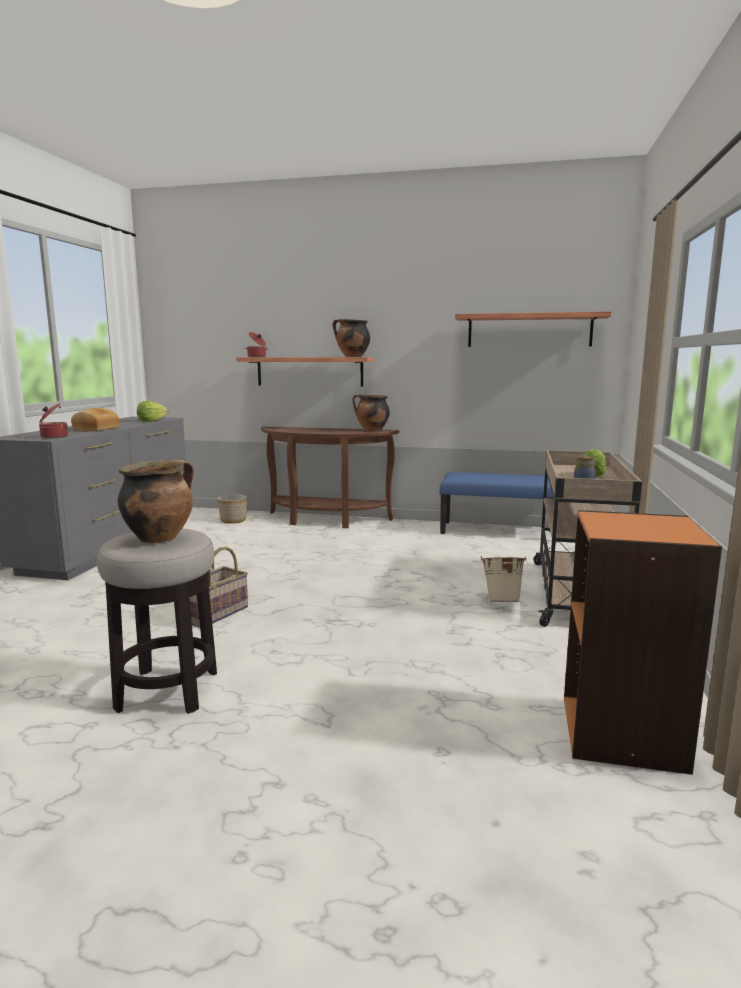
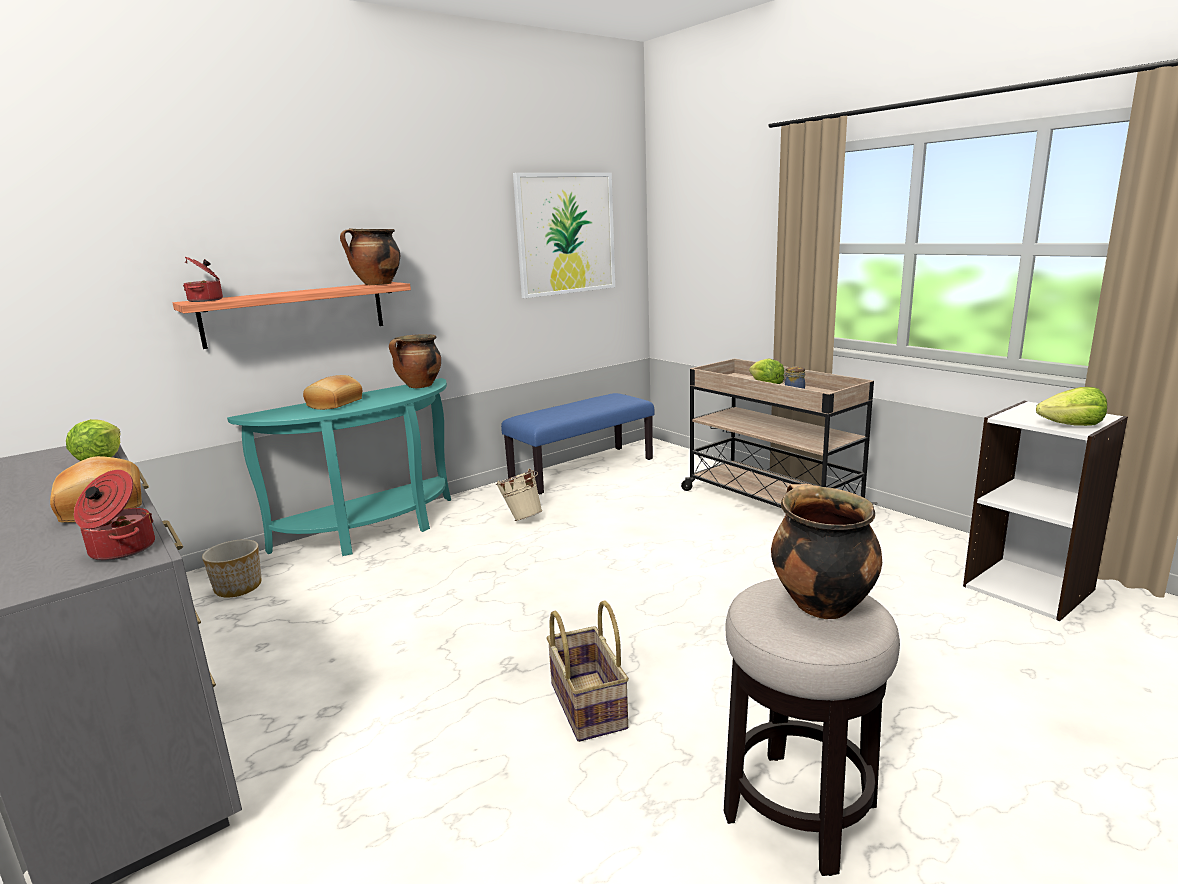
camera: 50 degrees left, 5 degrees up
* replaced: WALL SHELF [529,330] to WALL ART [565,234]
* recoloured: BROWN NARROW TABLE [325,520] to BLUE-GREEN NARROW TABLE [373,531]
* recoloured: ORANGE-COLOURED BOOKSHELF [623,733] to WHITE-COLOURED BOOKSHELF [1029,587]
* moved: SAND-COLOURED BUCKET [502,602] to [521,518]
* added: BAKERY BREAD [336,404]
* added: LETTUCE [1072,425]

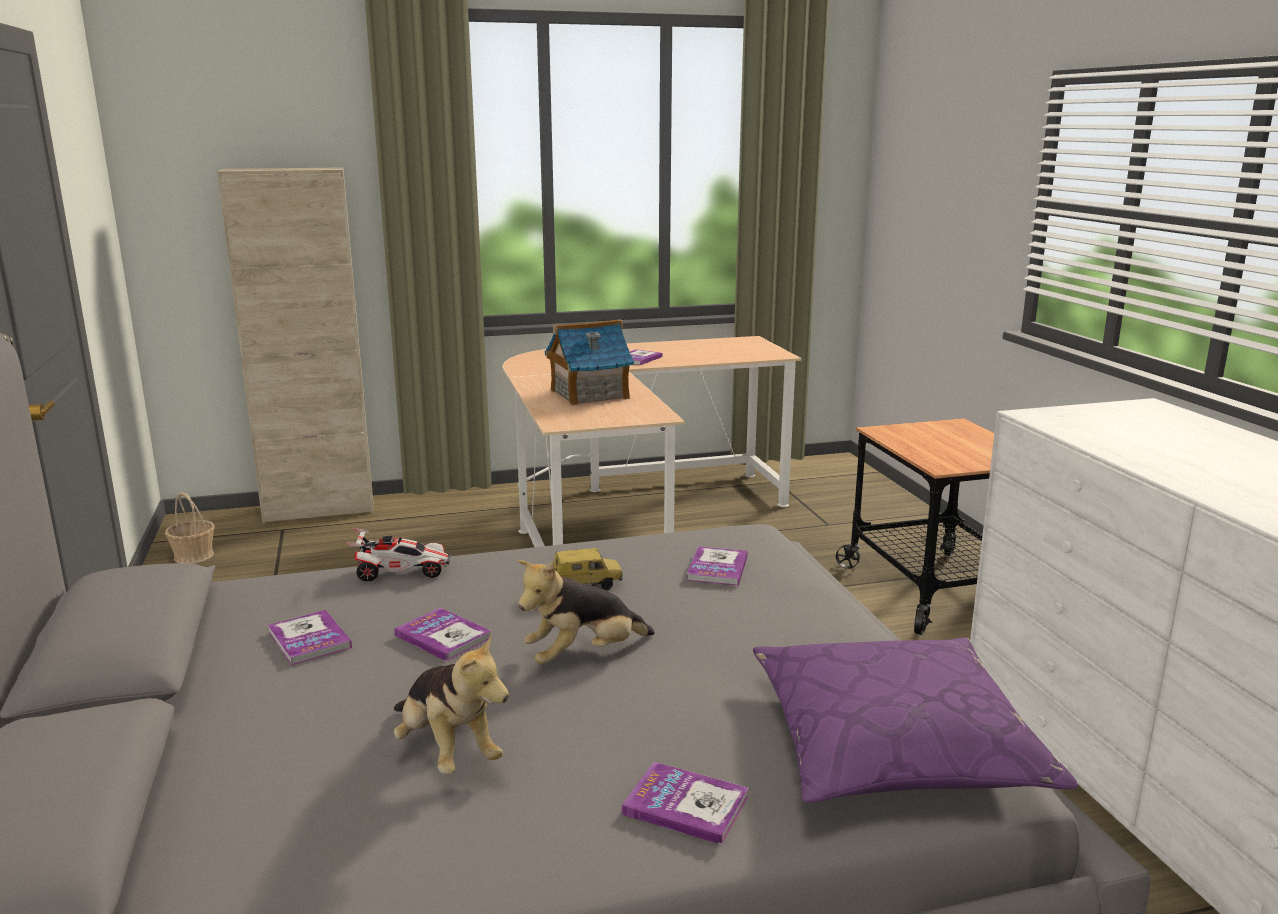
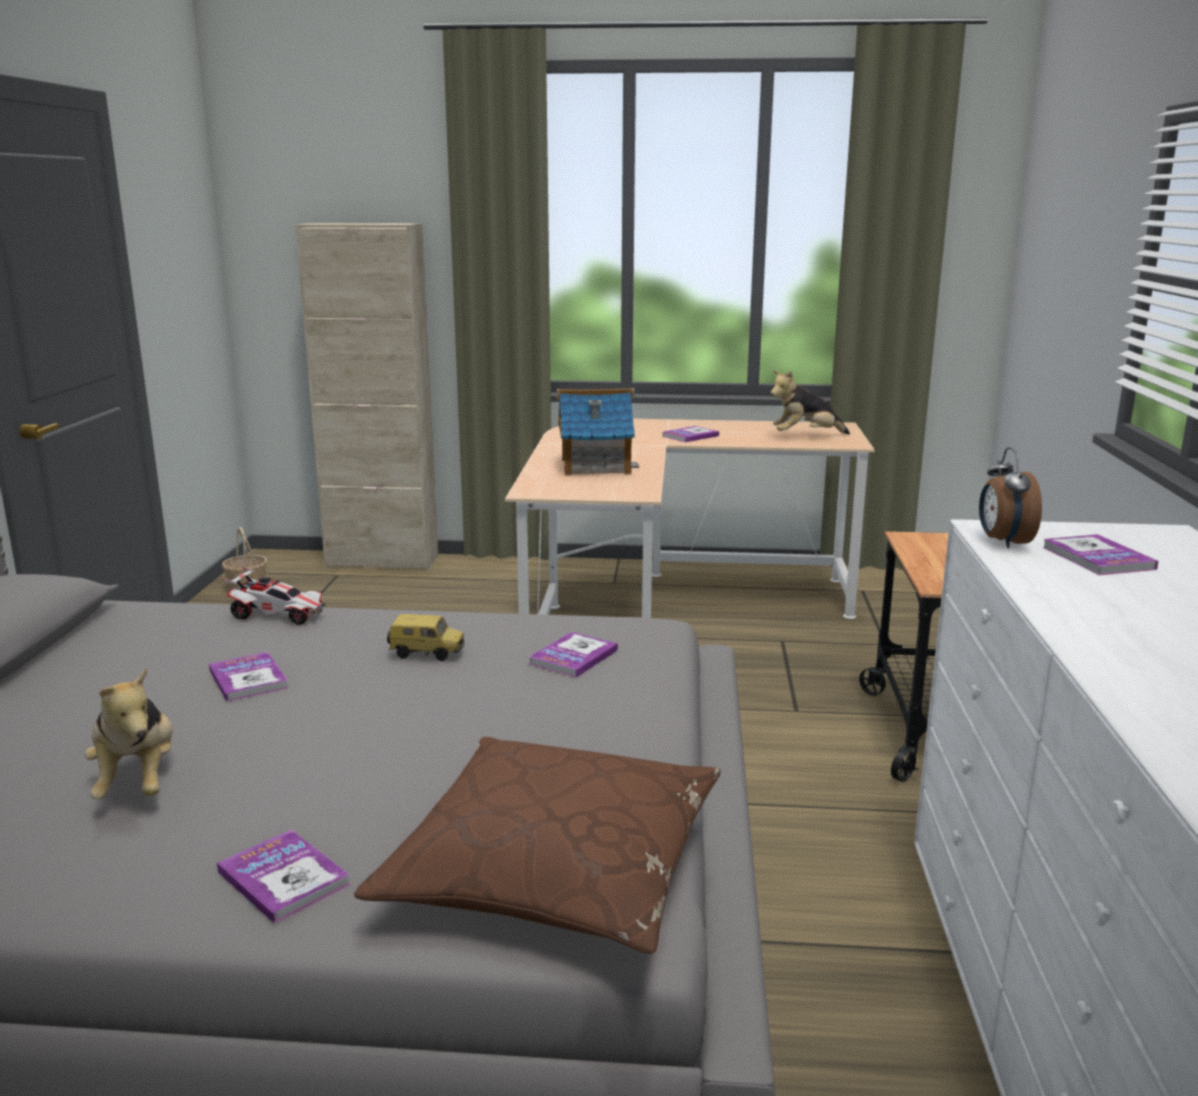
camera: 20 degrees right, 0 degrees up
* moved: PLUSH TOY [584,656] to [805,436]
* moved: BOUND BOOK [309,640] to [1097,558]
* recoloured: PURPLE THROW PILLOW [893,744] to BROWN THROW PILLOW [554,866]
* added: TABLE CLOCK [1002,542]

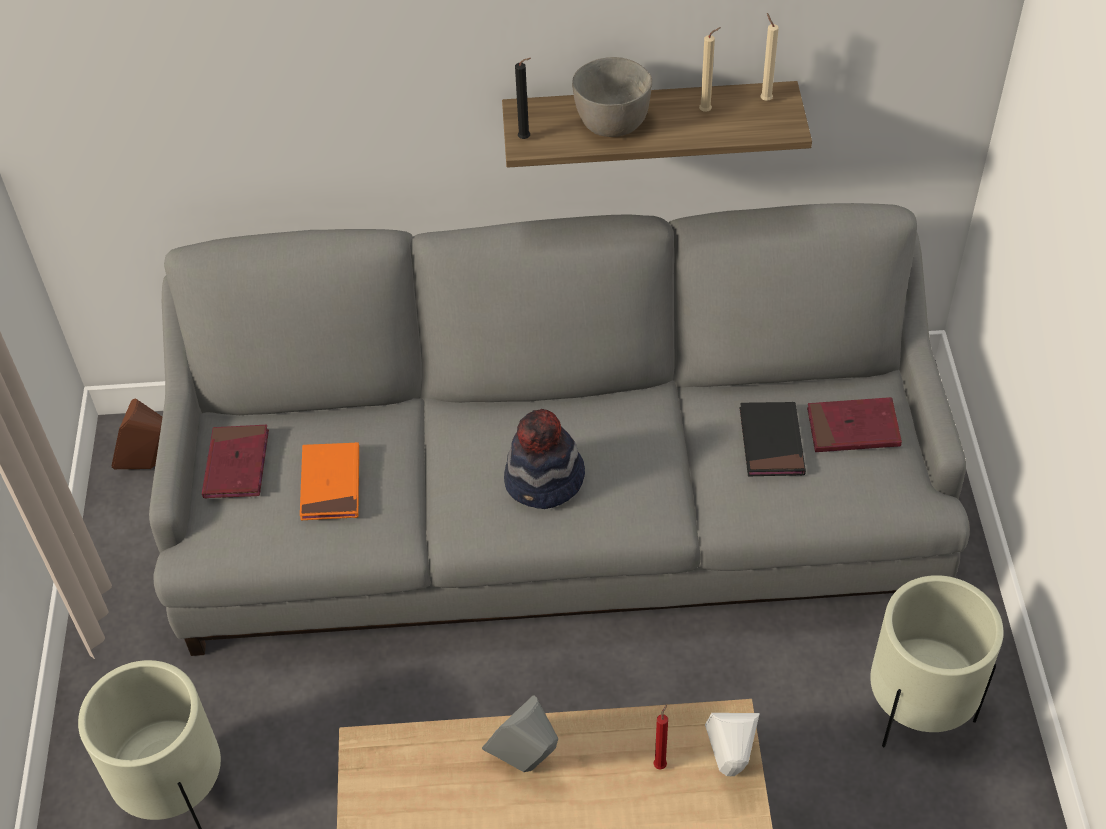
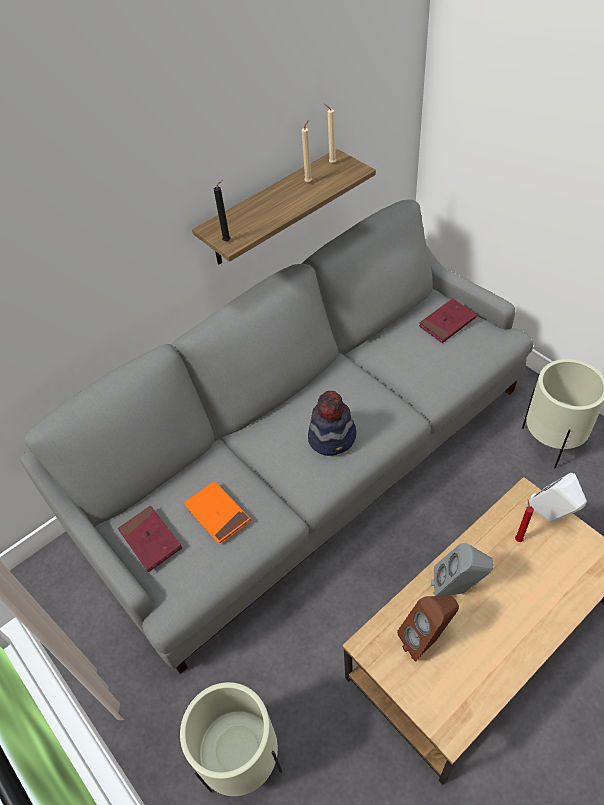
camera: 35 degrees left, 0 degrees up
* removed: GREY SERVING BOWL [611,122]
* moved: BROWN AUDIO SPEAKER [149,465] to [426,639]
* removed: BLACKISH BOUND BOOK [771,442]

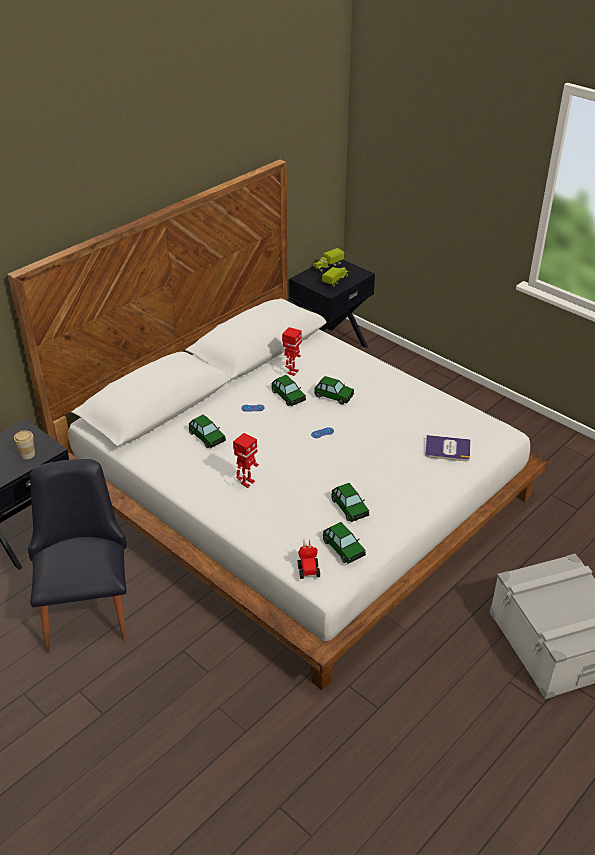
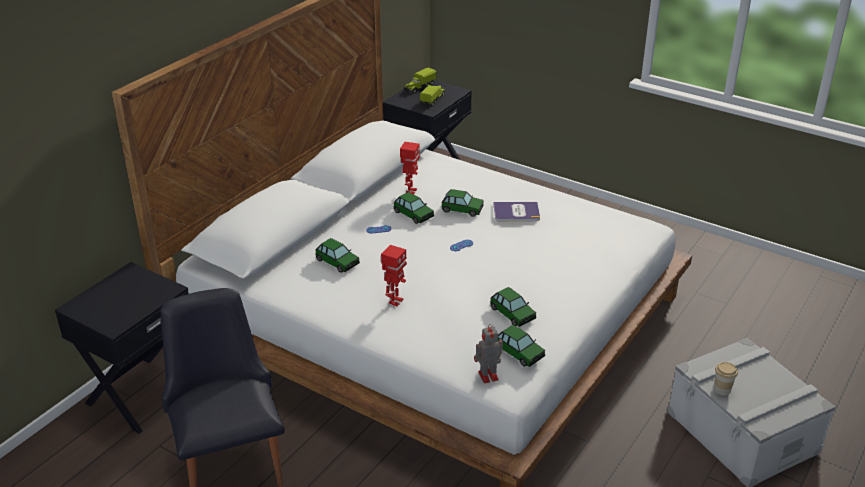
camera: 10 degrees left, 5 degrees down
* moved: DRINKING CUP [27,454] to [722,389]
* moved: BOUND BOOK [447,449] to [516,212]
* replaced: TOY CAR [308,568] to TOY ROBOT [487,376]

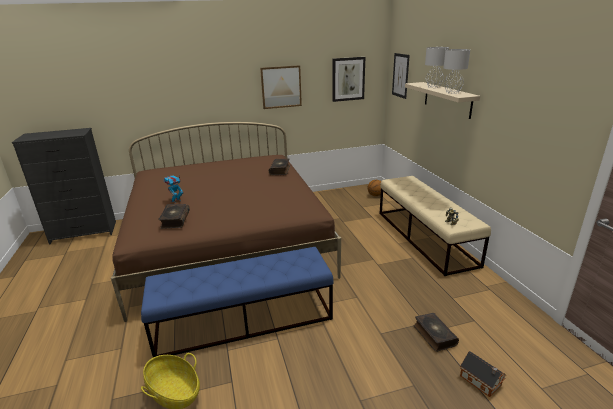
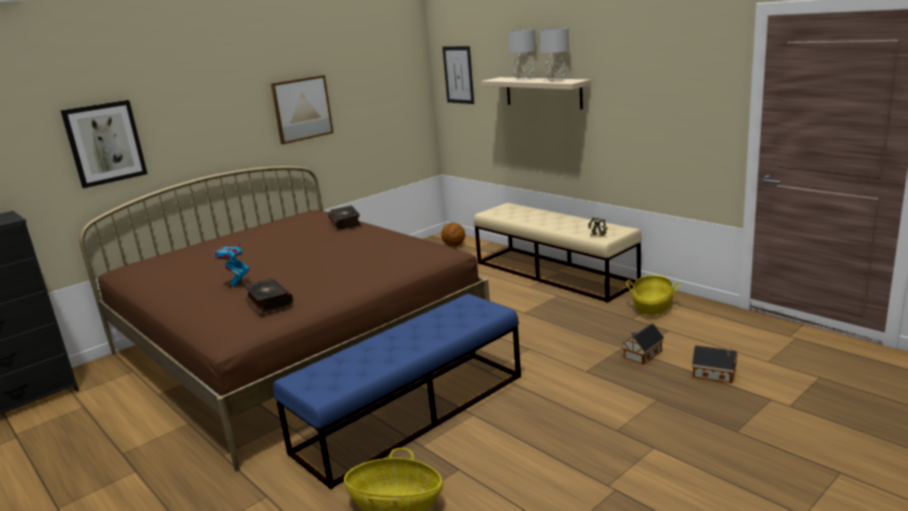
camera: 25 degrees left, 5 degrees down
* moved: WALL ART [348,79] to [105,143]
* replaced: BOUND BOOK [434,335] to TOY HOUSE [641,355]
* added: HOUSEHOLD BASKET [652,306]

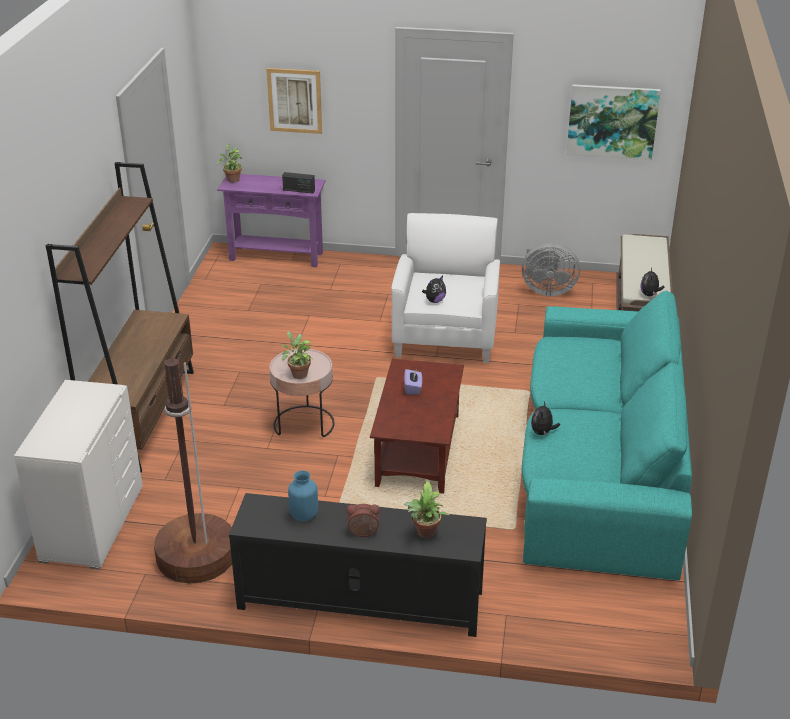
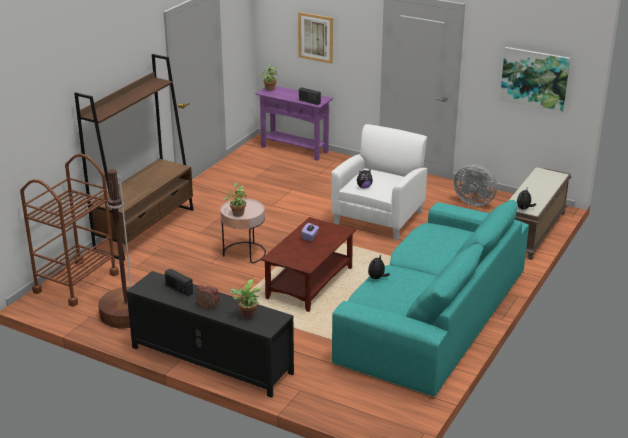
camera: 20 degrees right, 5 degrees down
* replaced: WHITE-COLOURED DRAWER CHEST [91,523] to BROWN TROLLEY [76,282]
* replaced: BLUE-COLOURED FLOWER VASE [304,514] to RADIO [179,289]

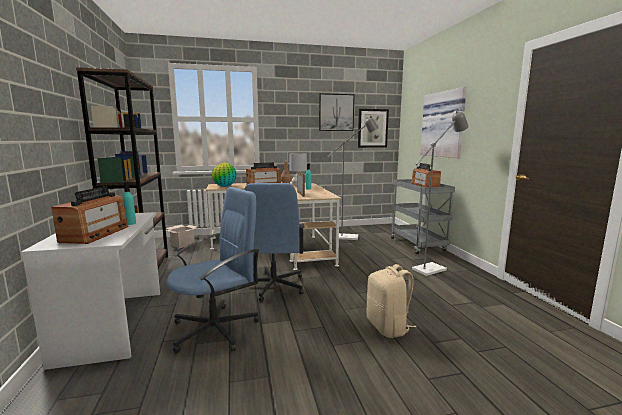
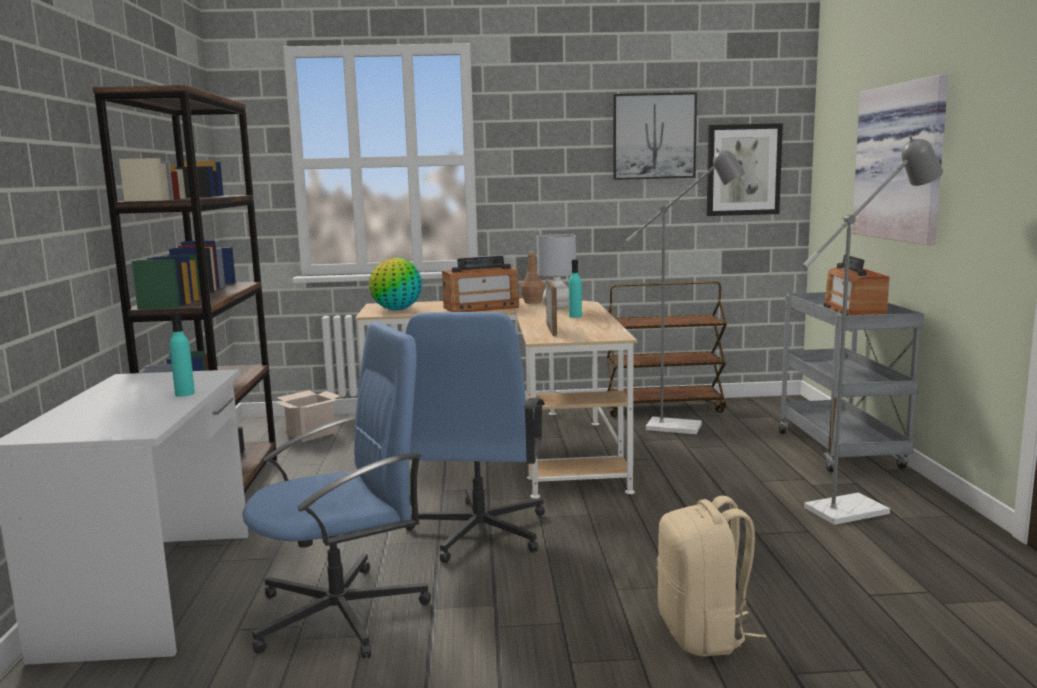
camera: 10 degrees right, 0 degrees up
* removed: RADIO [95,234]
* added: BROWN TROLLEY [664,408]

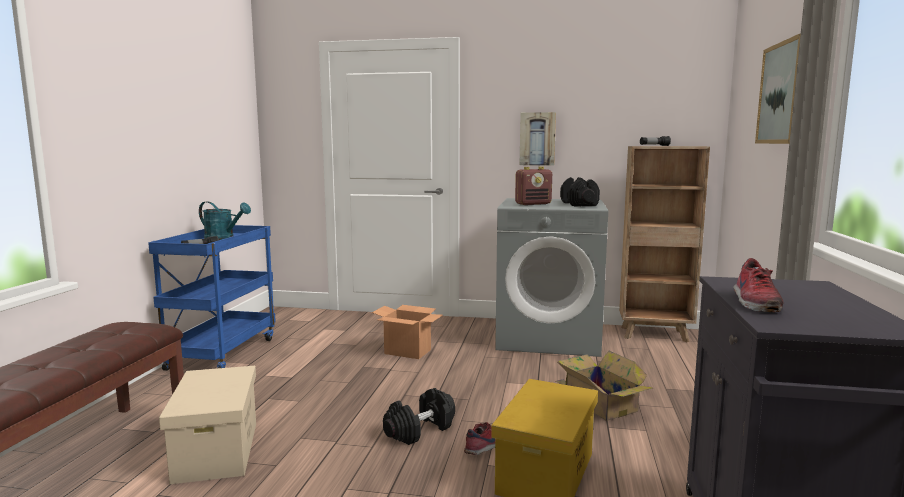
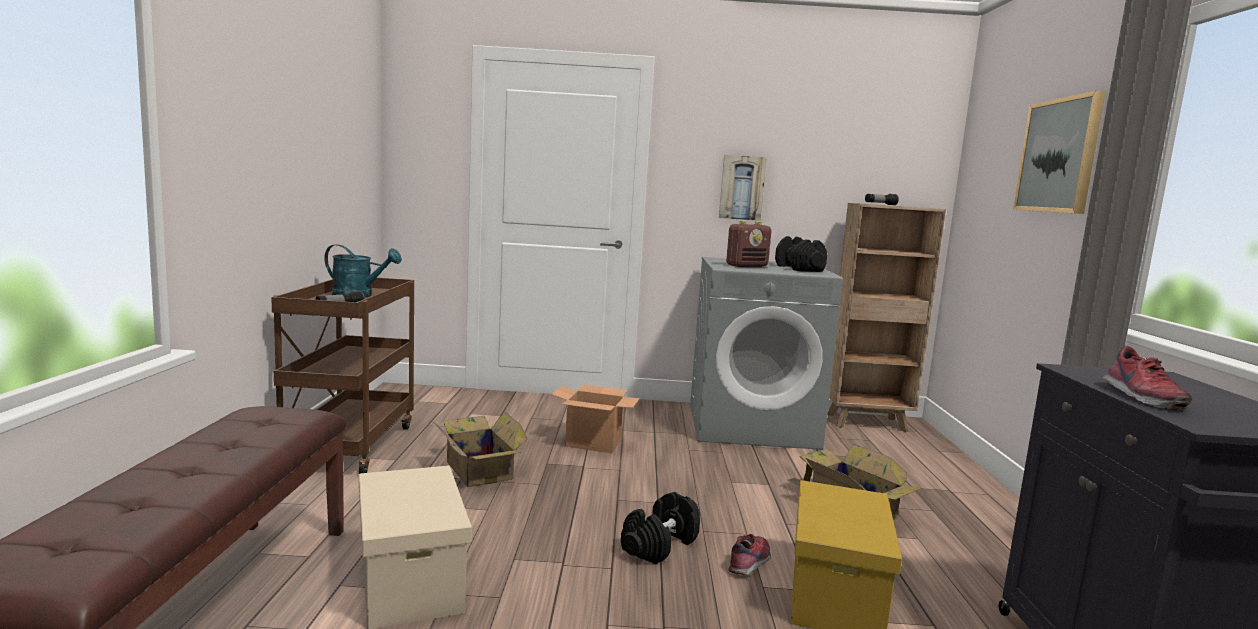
camera: 10 degrees left, 0 degrees up
* recoloured: BLUE-COLOURED TROLLEY [222,352] to BROWN TROLLEY [350,445]
* added: PACKING BOX [478,469]

